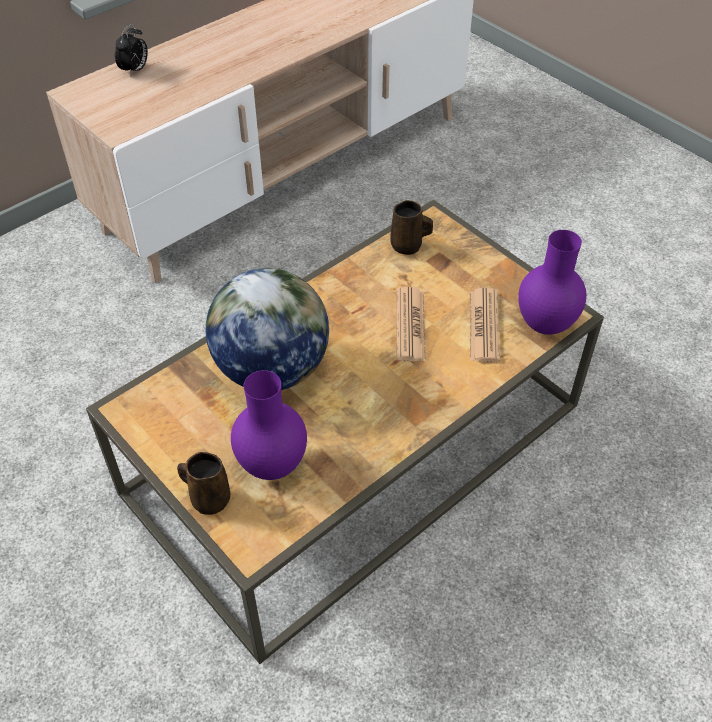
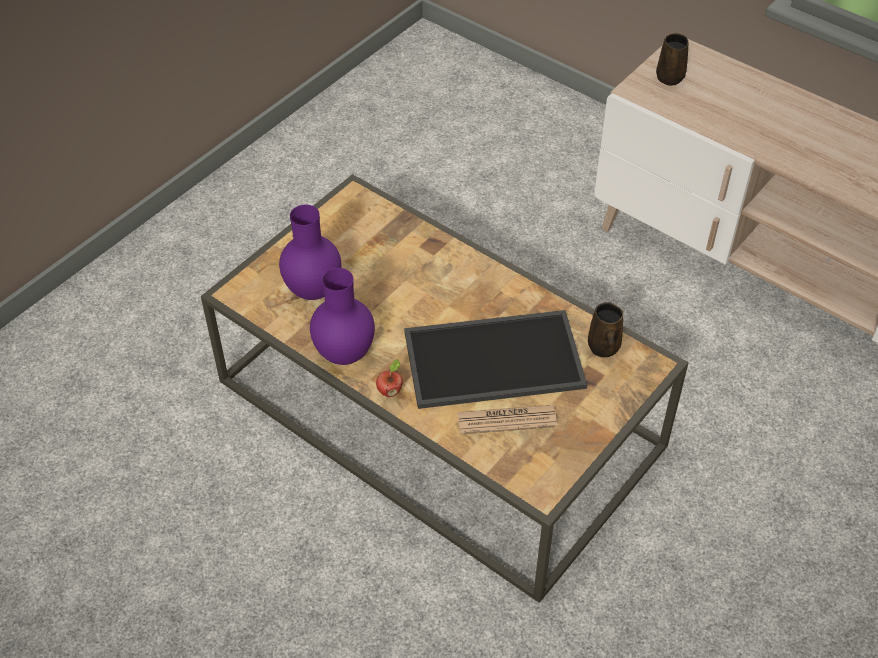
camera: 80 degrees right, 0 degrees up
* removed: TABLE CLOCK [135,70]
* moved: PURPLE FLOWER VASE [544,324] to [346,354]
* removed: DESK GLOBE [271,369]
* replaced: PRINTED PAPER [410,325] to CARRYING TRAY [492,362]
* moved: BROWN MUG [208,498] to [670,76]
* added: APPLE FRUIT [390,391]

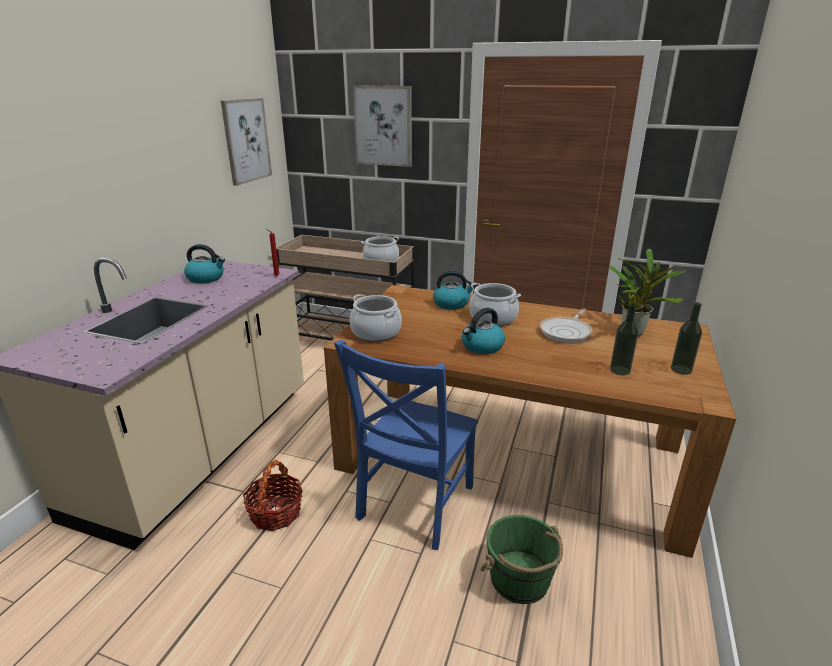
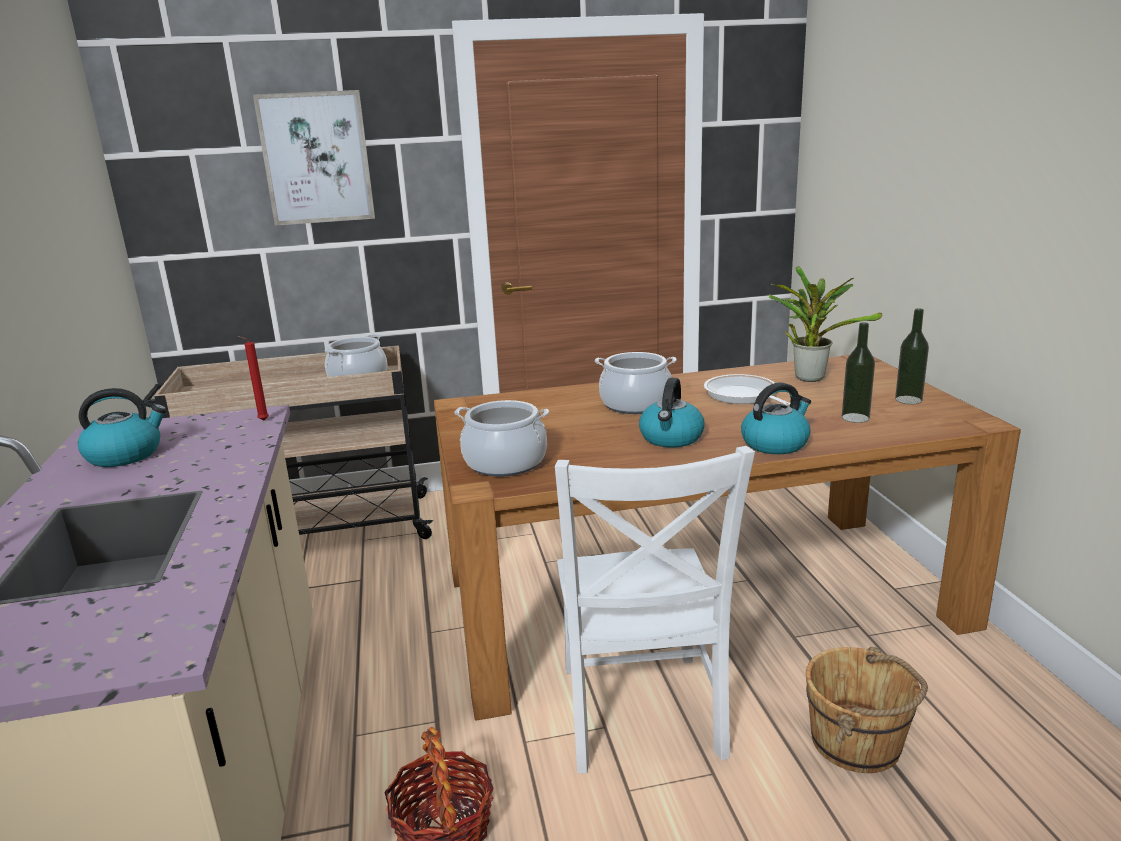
camera: 30 degrees left, 5 degrees down
* removed: WALL ART [246,140]
* moved: WATER KETTLE [452,304] to [775,443]
* turned: SKILLET [567,332] = [742,395] 150 degrees clockwise
* recoloured: BLUE-COLOURED CHAIR [413,505] to WHITE-COLOURED CHAIR [640,716]
* recoloured: GREENISH BUCKET [520,580] to BROWN BUCKET [857,742]

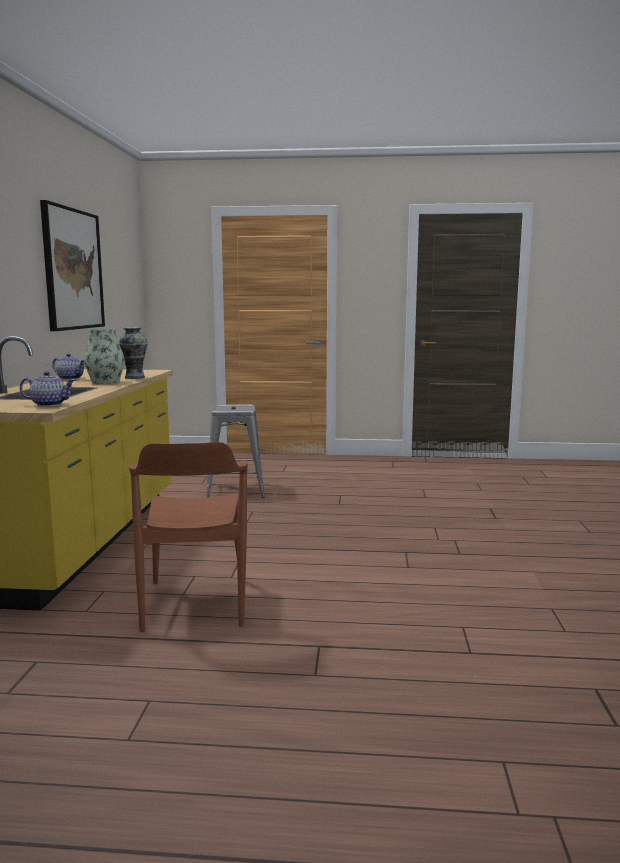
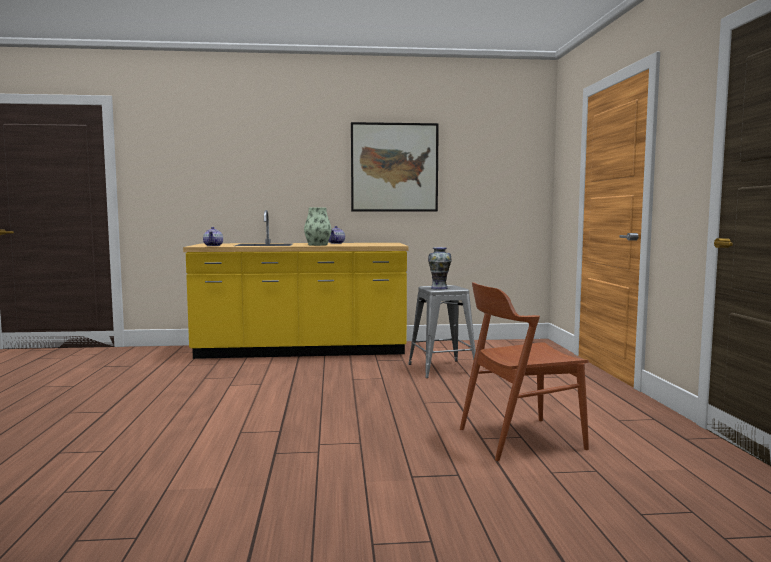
camera: 80 degrees right, 5 degrees down
* moved: FLOWER VASE [134,377] to [439,288]
* moved: BROWN CHAIR [195,603] to [520,438]

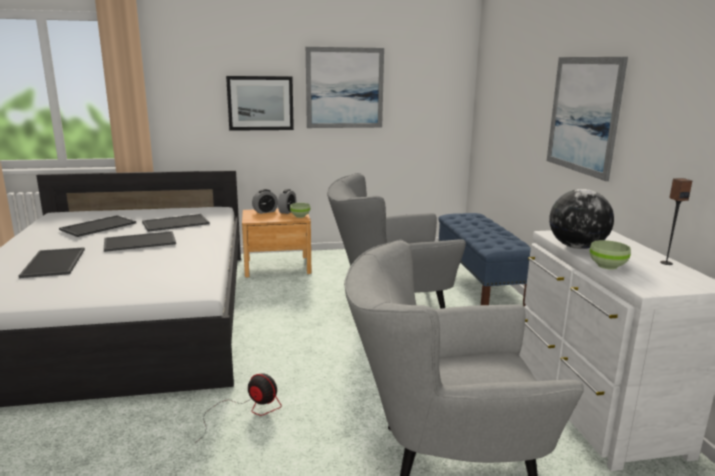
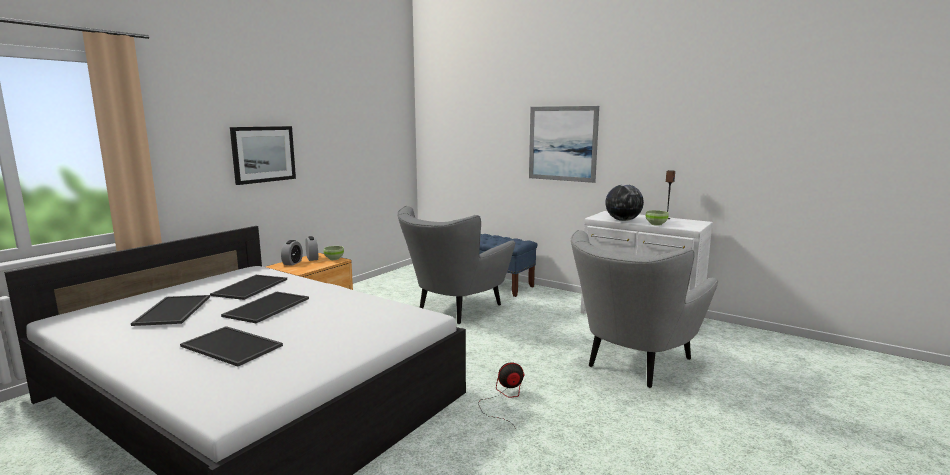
camera: 45 degrees left, 5 degrees down
* removed: WALL ART [344,88]

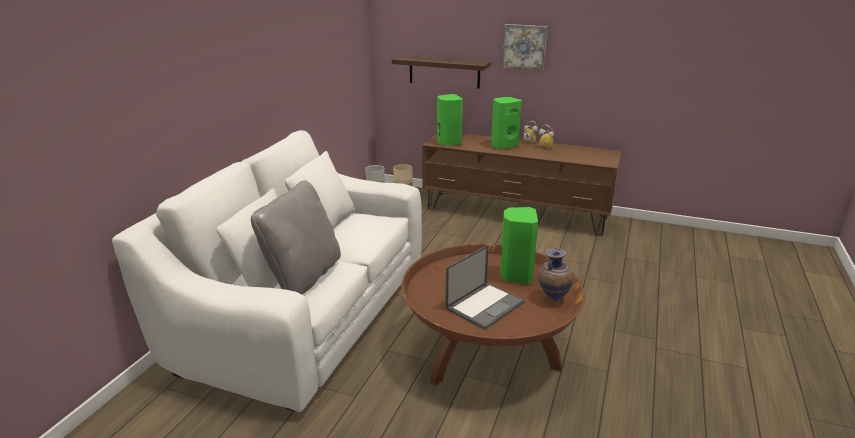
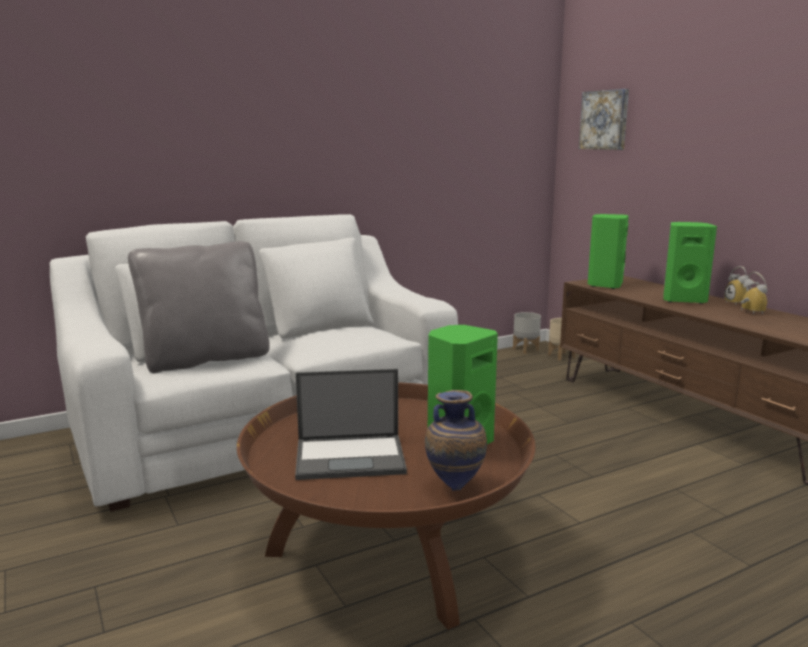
camera: 40 degrees right, 10 degrees down
* moved: WALL ART [524,46] to [605,120]
* removed: WALL SHELF [444,72]

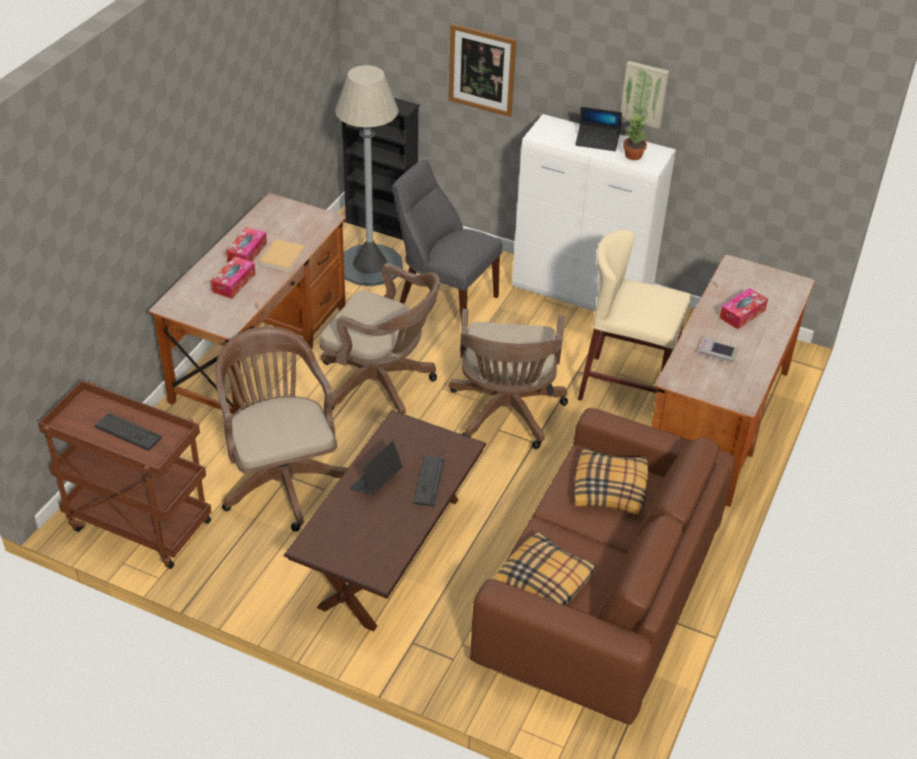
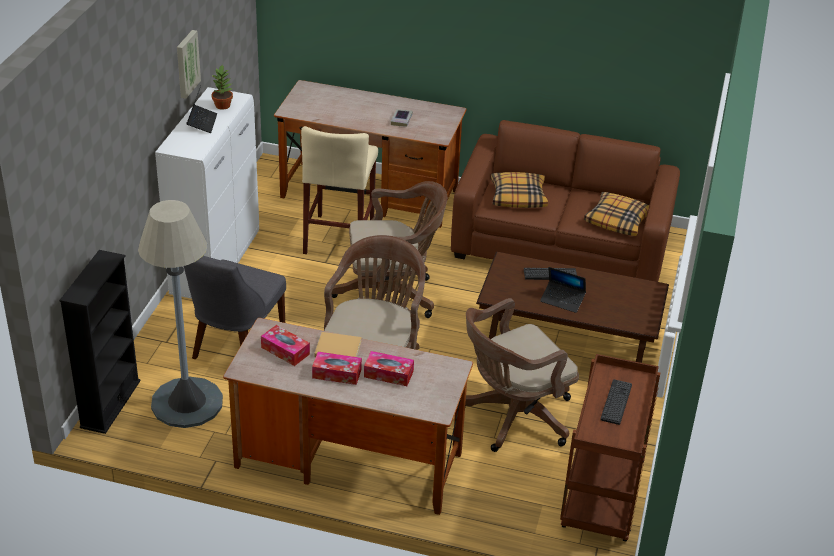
camera: 100 degrees left, 5 degrees down
* removed: WALL ART [482,70]
* moved: TISSUE BOX [742,314] to [285,351]

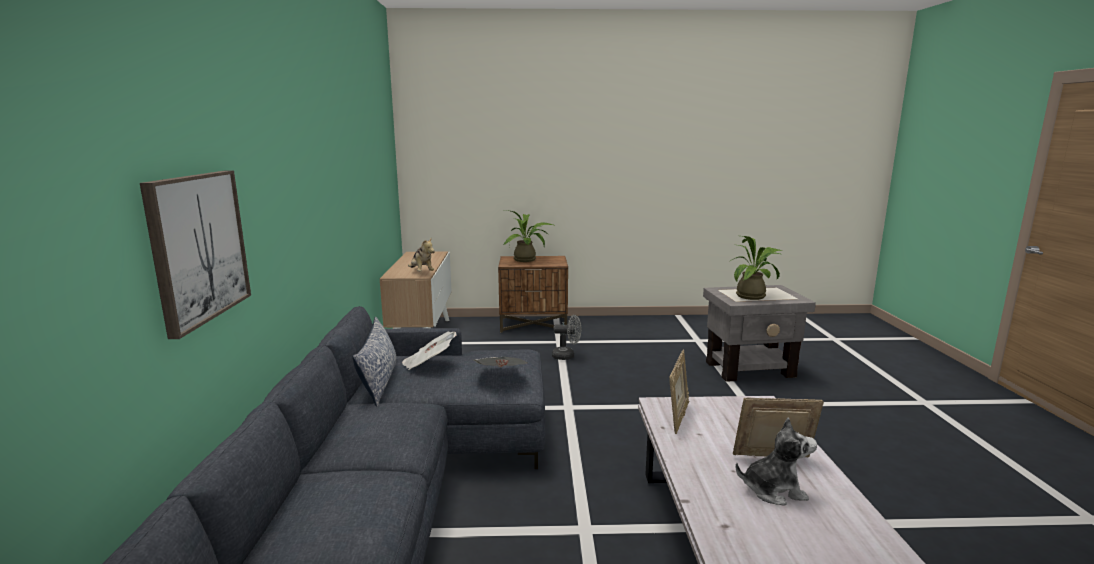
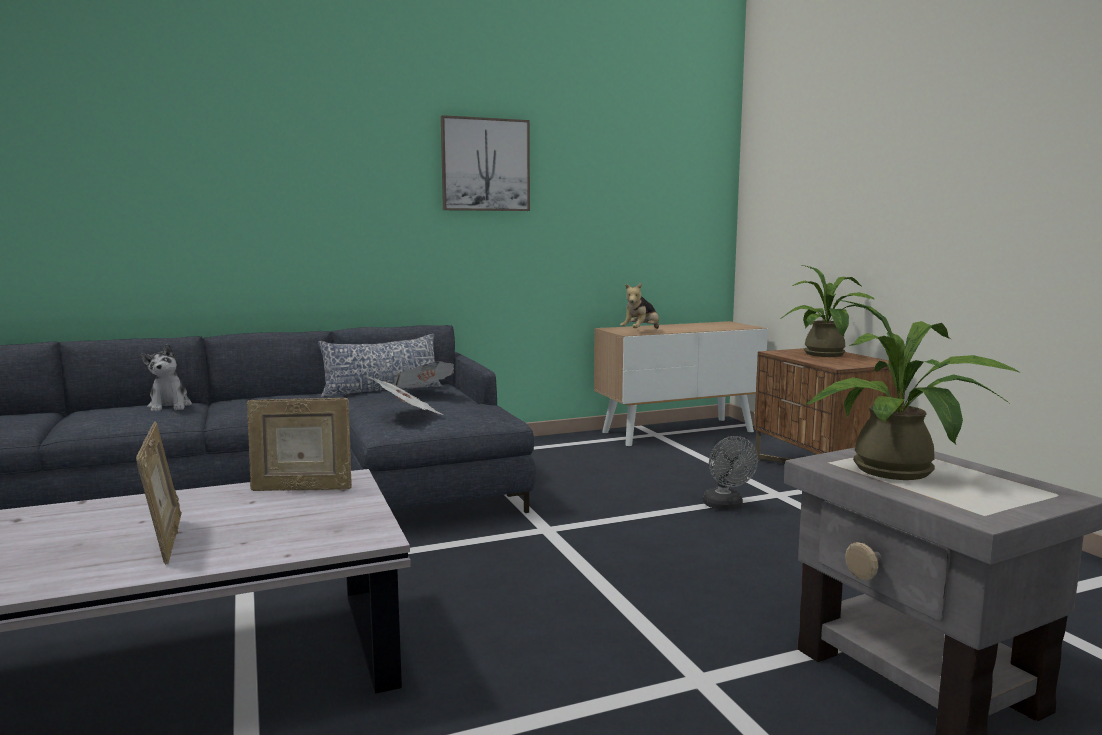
camera: 70 degrees right, 5 degrees down
* moved: WALL ART [198,247] to [485,165]
* moved: PLUSH TOY [773,490] to [170,406]

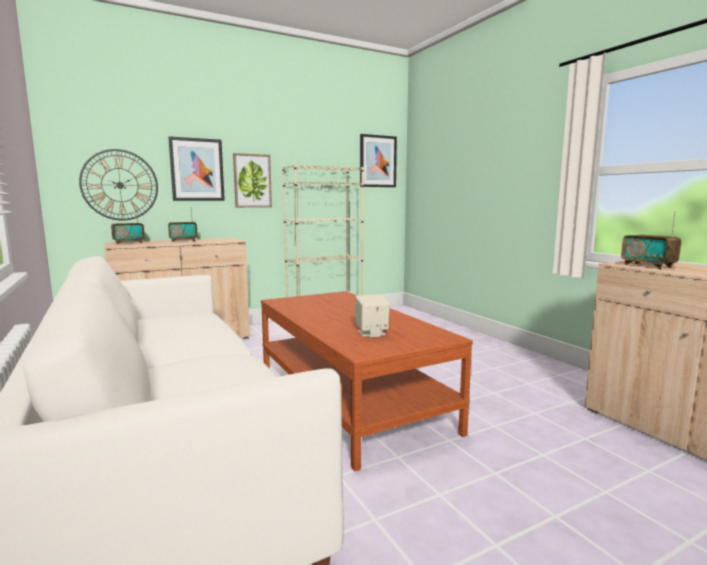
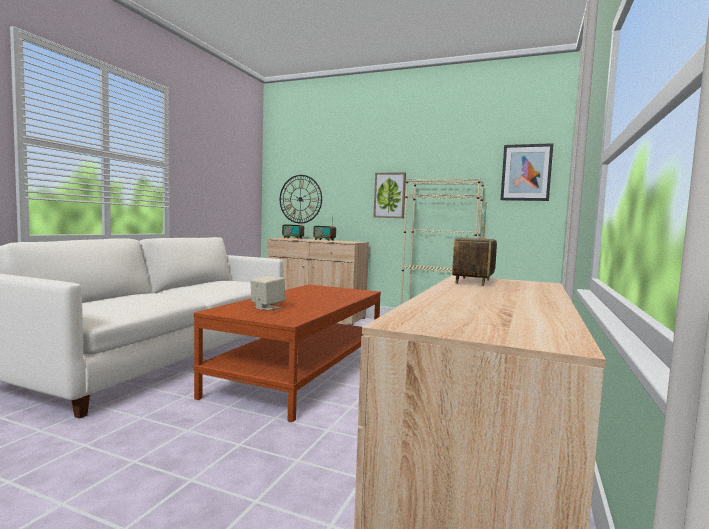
camera: 50 degrees right, 5 degrees down
* removed: WALL ART [197,169]

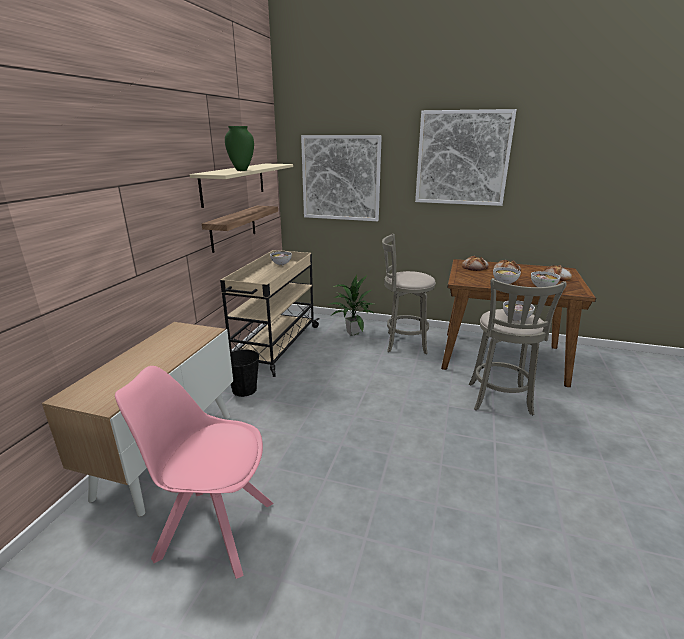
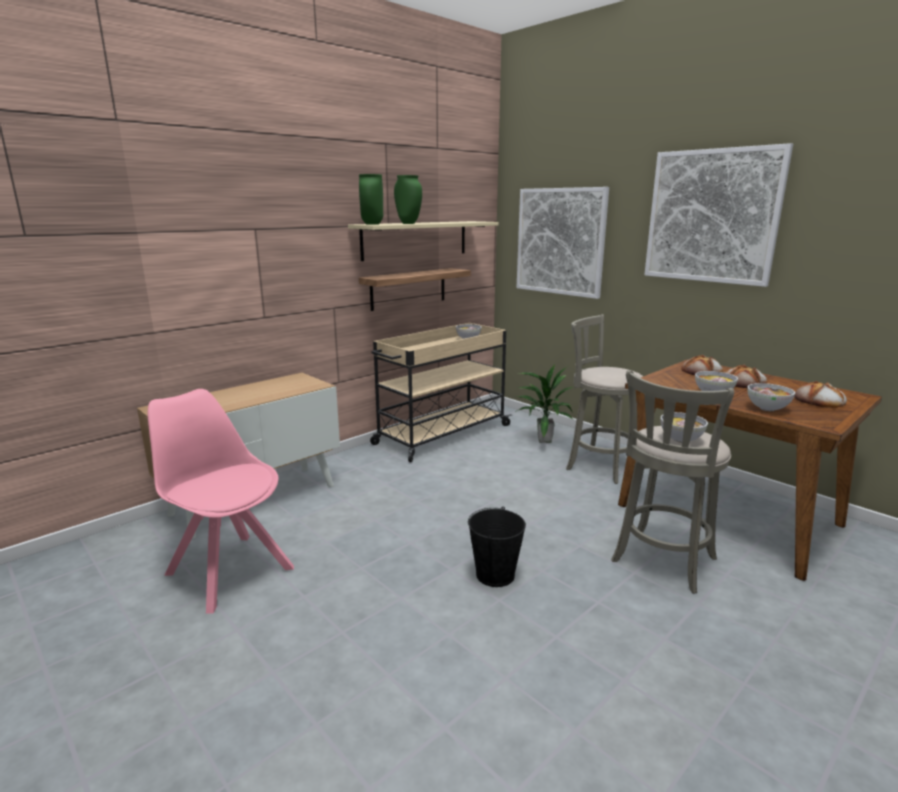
camera: 30 degrees right, 5 degrees down
* moved: BLACKISH BUCKET [244,389] to [495,574]
* added: GREENISH FLOWER VASE [373,224]

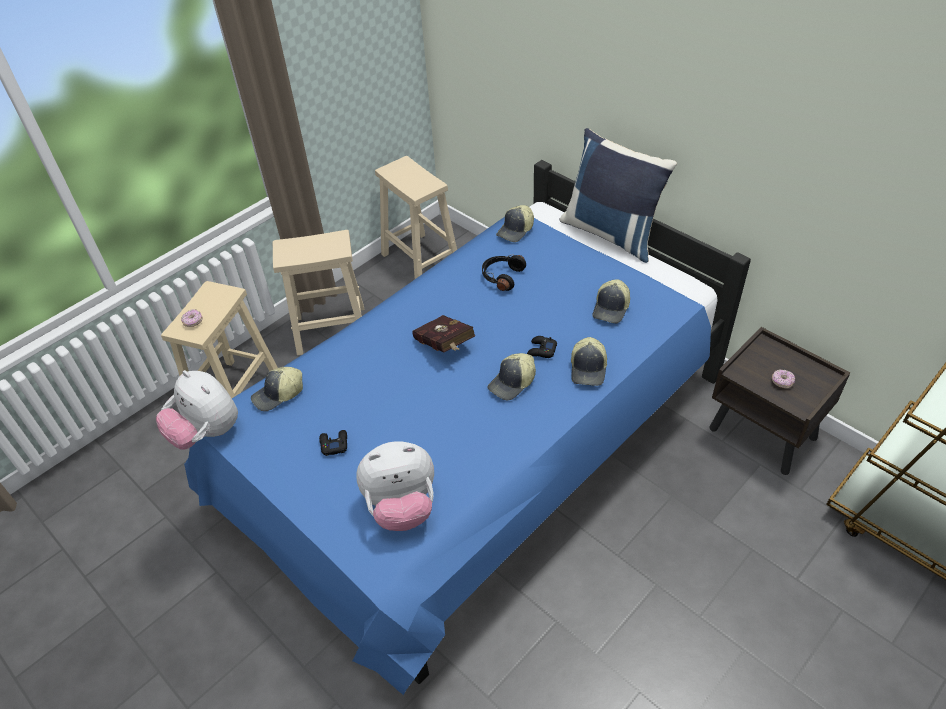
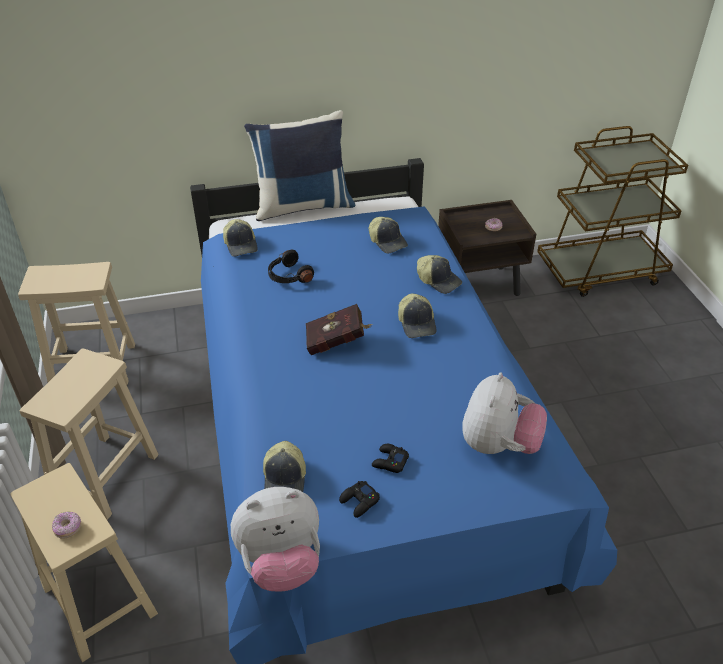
camera: 60 degrees left, 5 degrees down
* moved: BLACKISH GAMEPAD [541,350] to [359,502]

